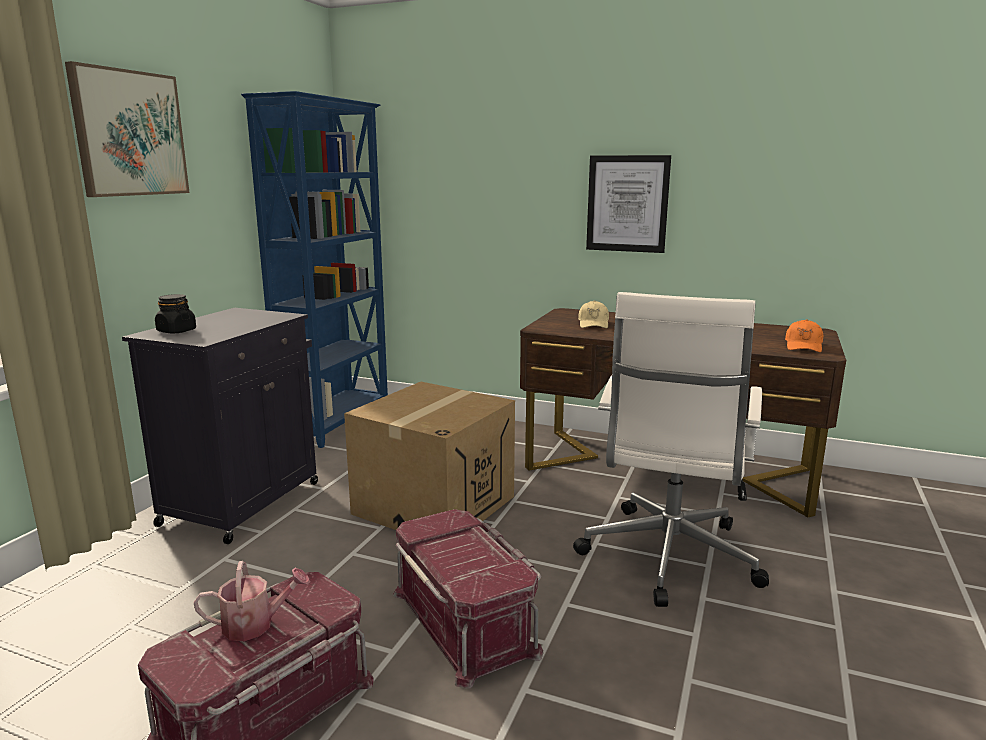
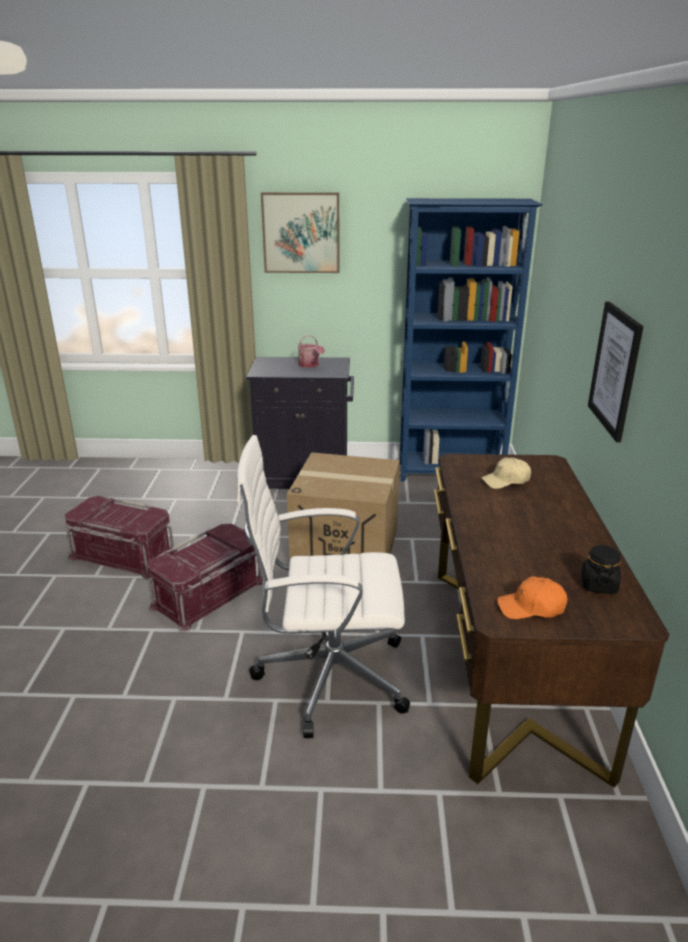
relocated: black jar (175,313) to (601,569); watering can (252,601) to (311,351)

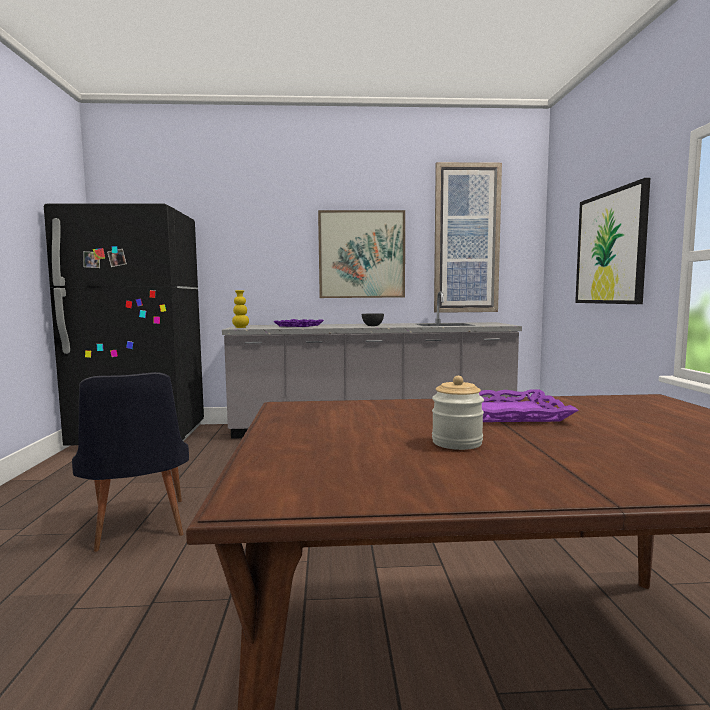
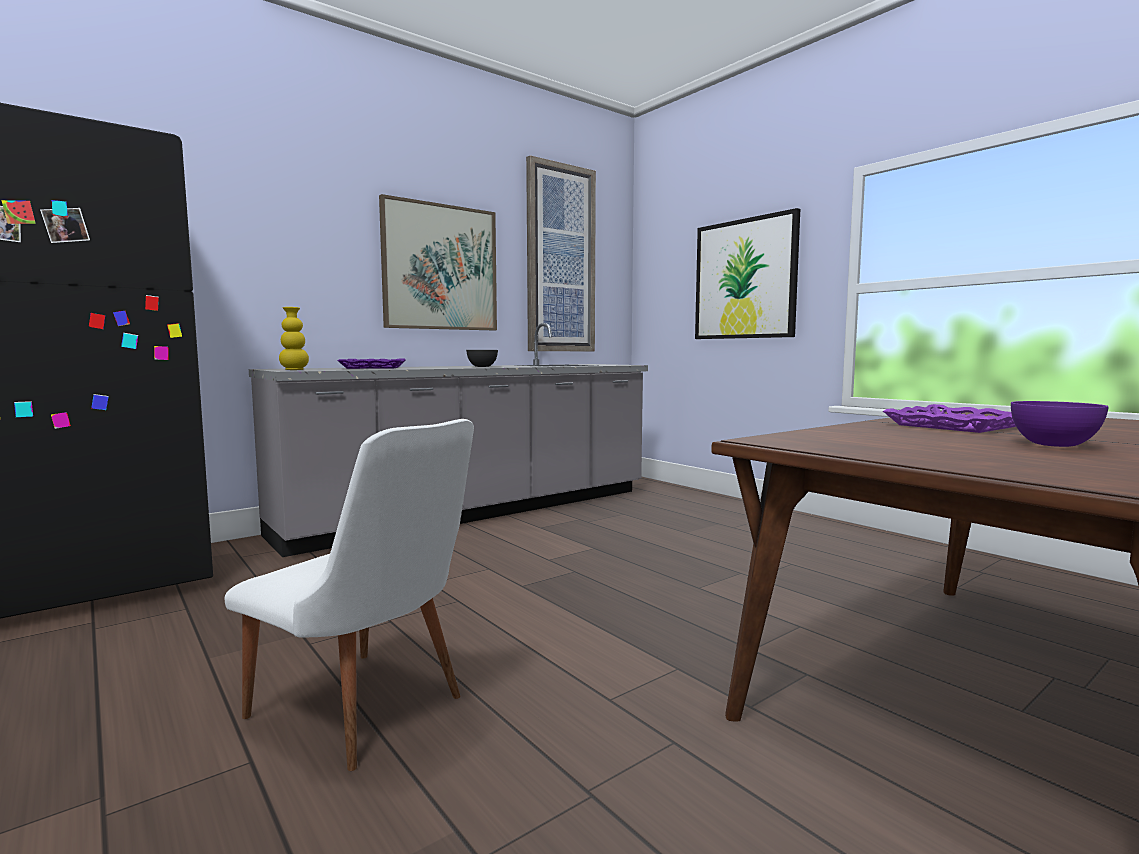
exchanged: jar (458,413) to purple bowl (1060,424)
colour: black chair (130,462) to white chair (349,595)

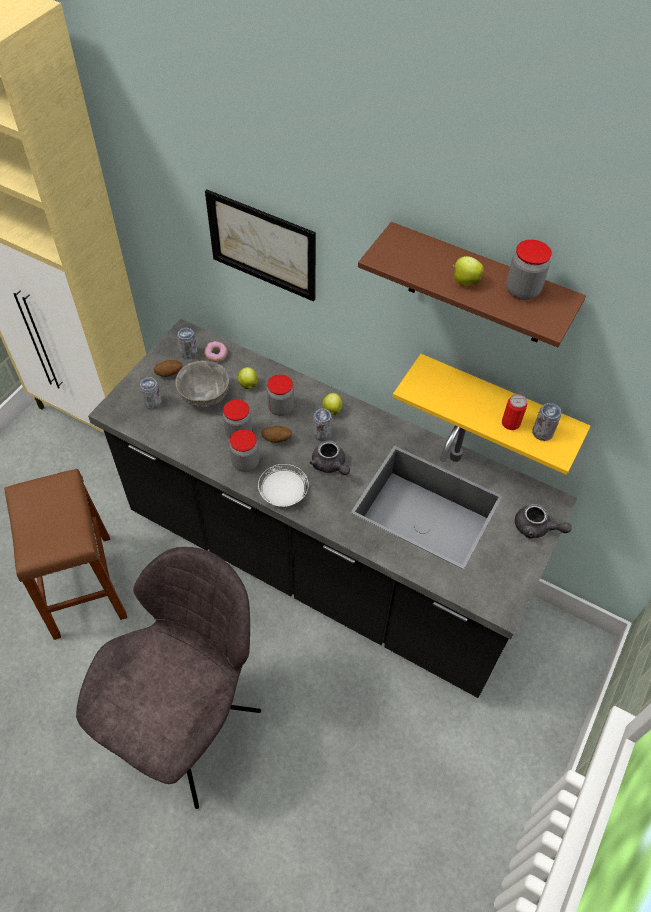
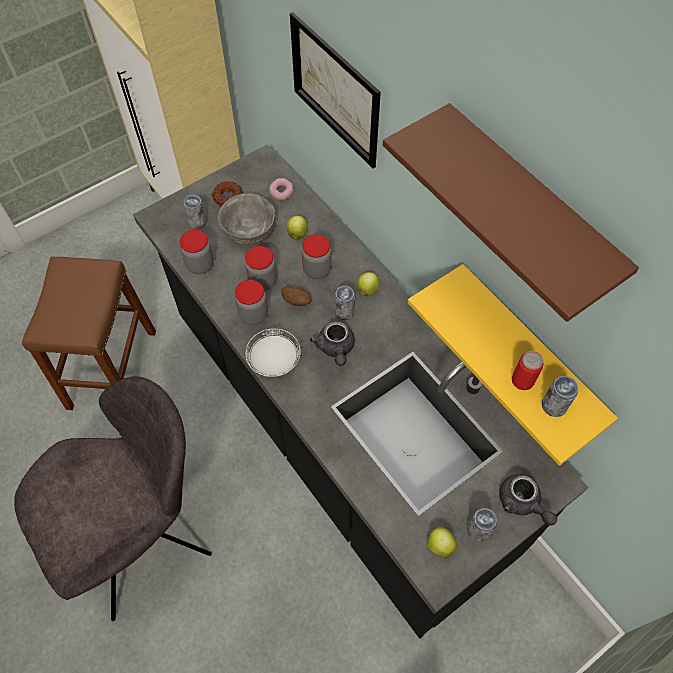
relocated: can (187,343) to (482,525); apple (468,271) to (442,542); jar (529,270) to (197,252)
exchanged: potato (168,368) to donut (227,193)

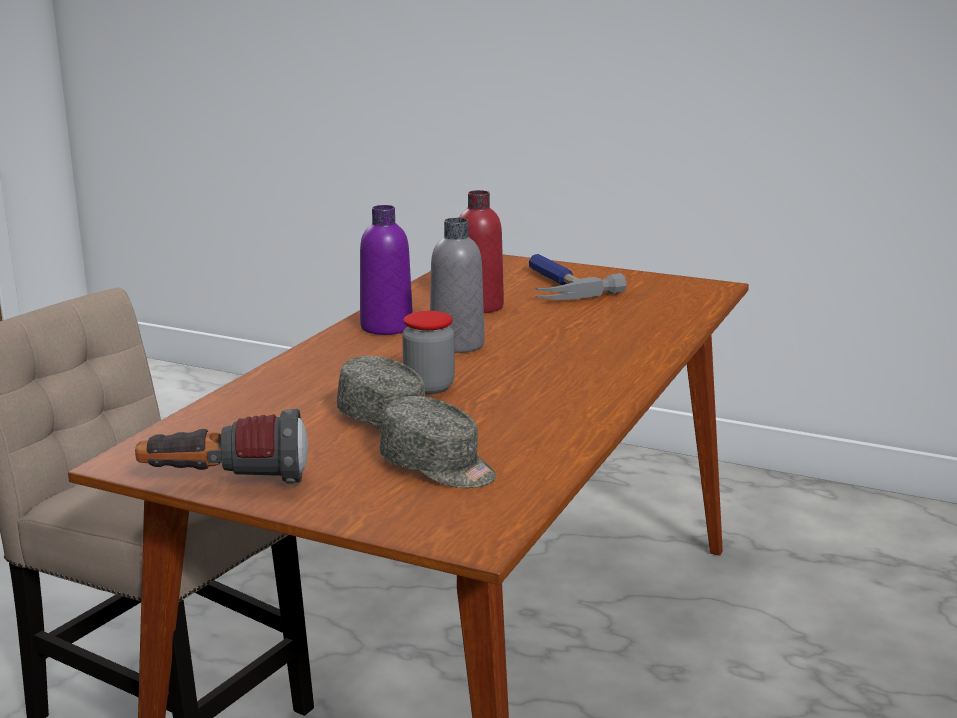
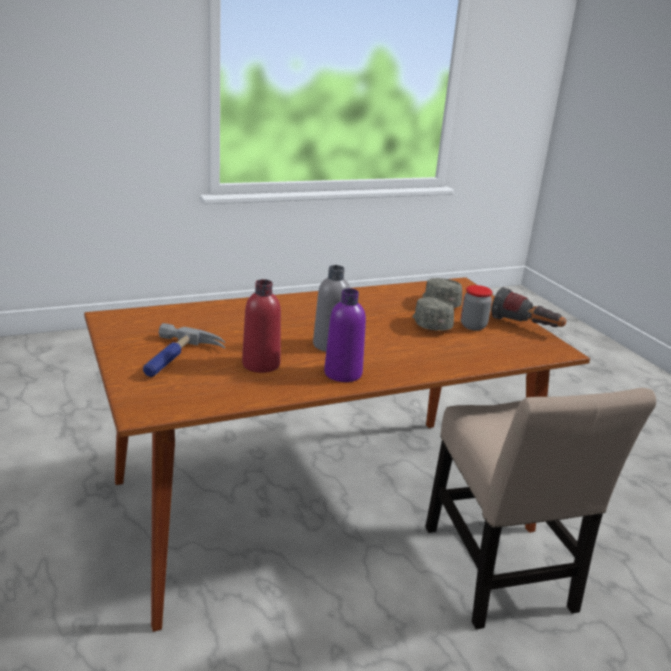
relocated: jar (428,352) to (477,308)

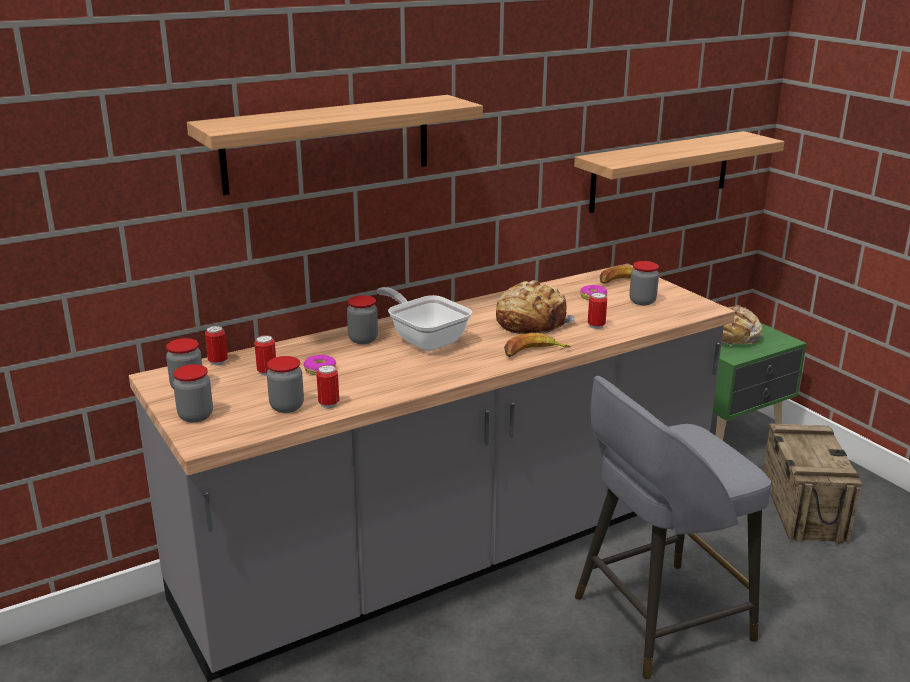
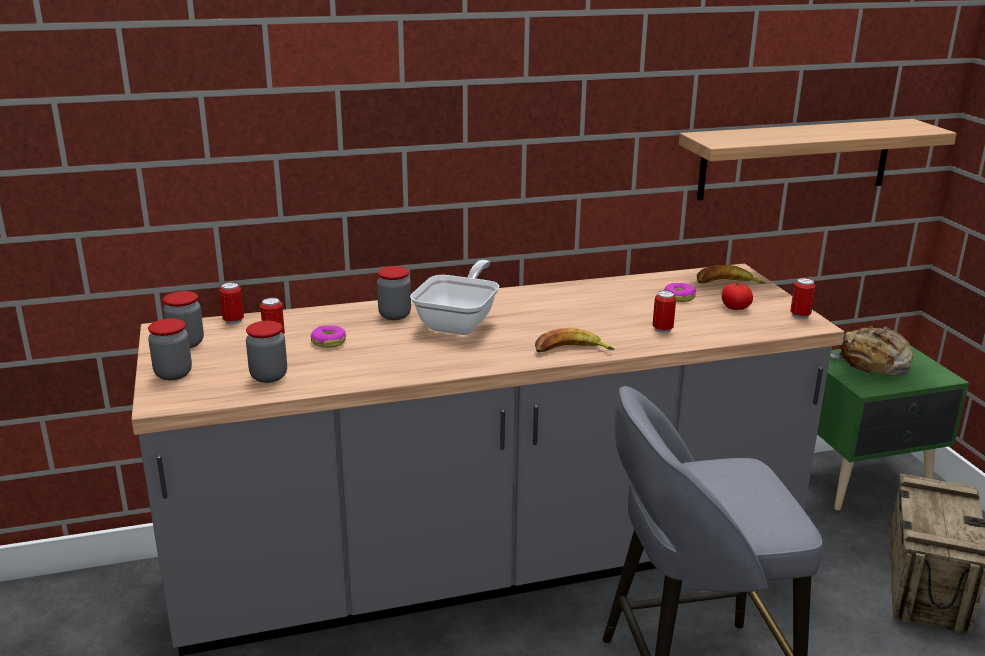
missing: shelf (335,145); bread (537,307)
relocated: can (327,386) to (802,298)
exchanged: jar (644,283) to tomato (737,296)
spun: frying pan (424,319) = (454,297) 45 degrees clockwise

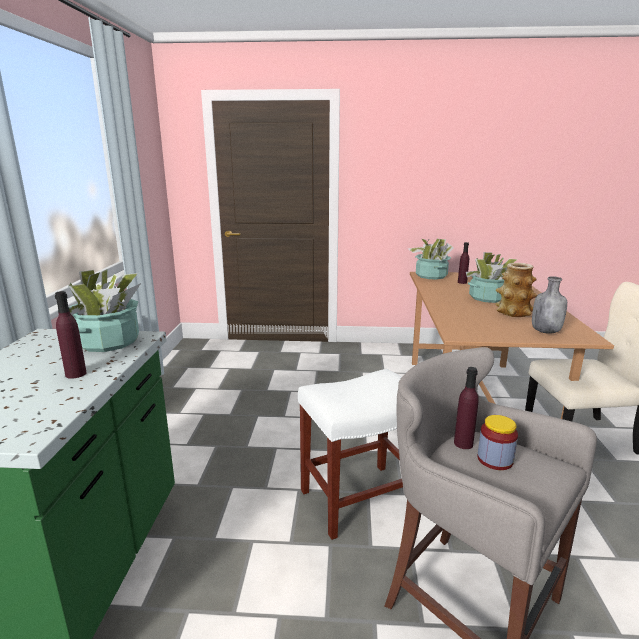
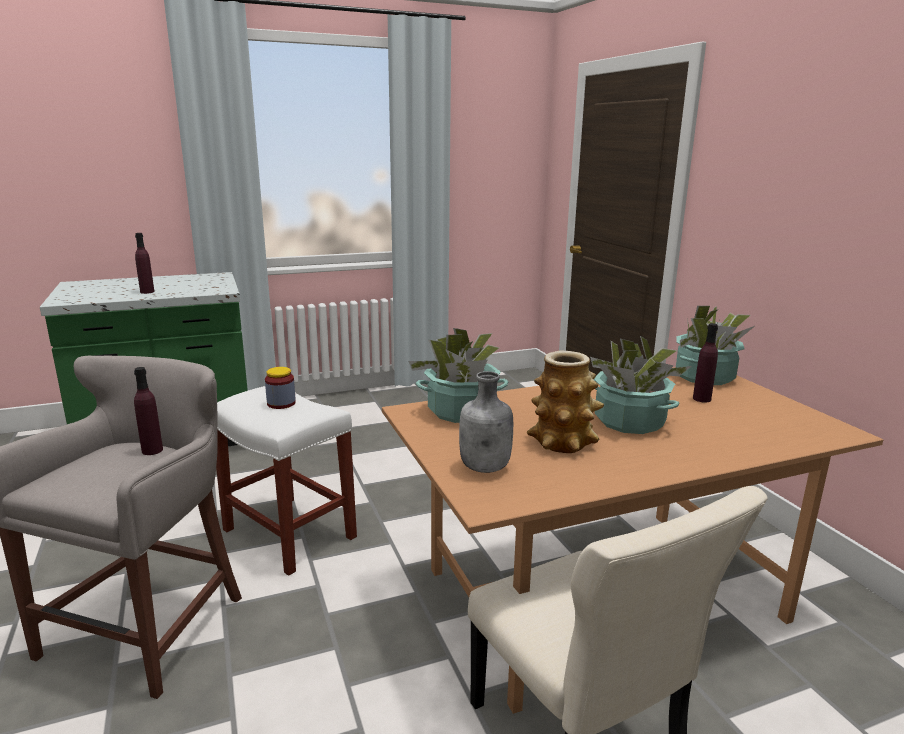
relocated: potted plant (104,310) to (458,375); jar (497,442) to (280,388)

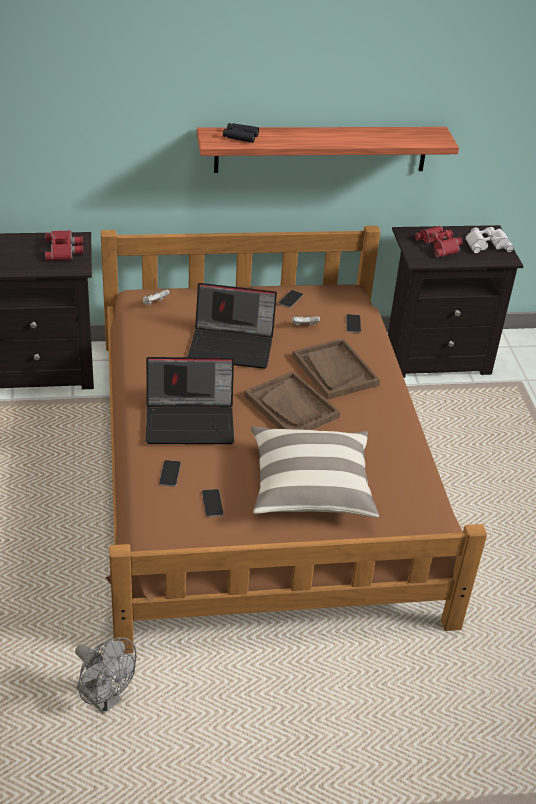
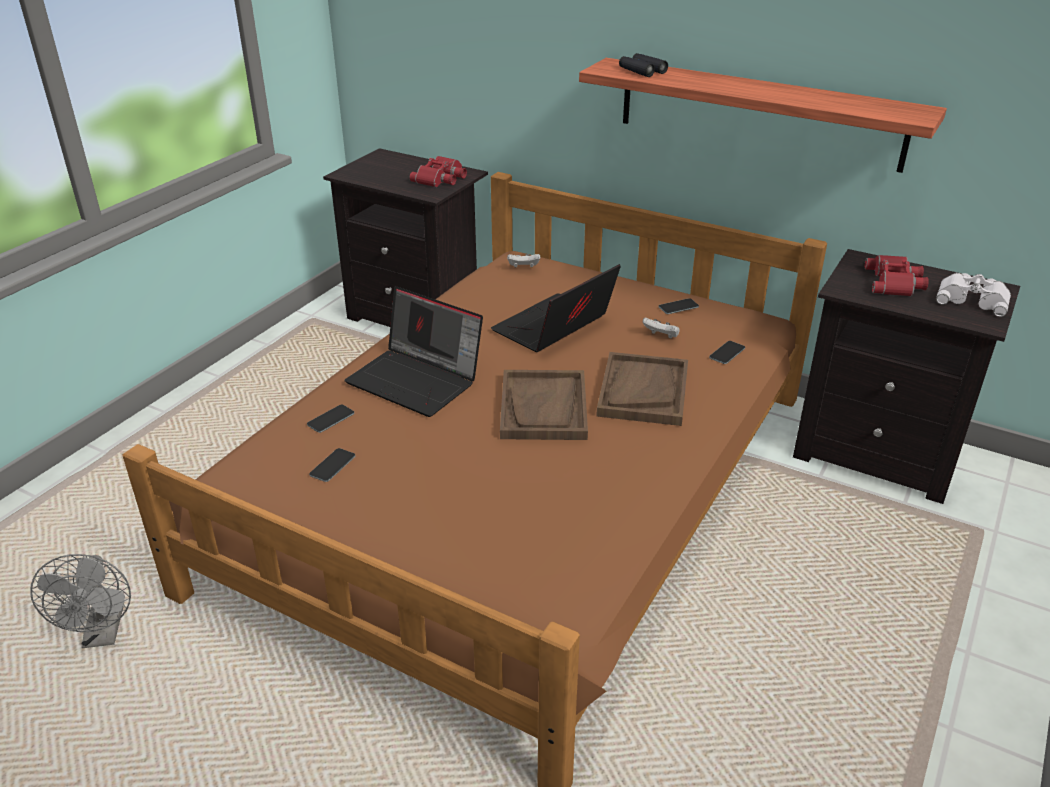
missing: pillow (315,472)
spun: laptop (232,326) = (556,308) 90 degrees clockwise

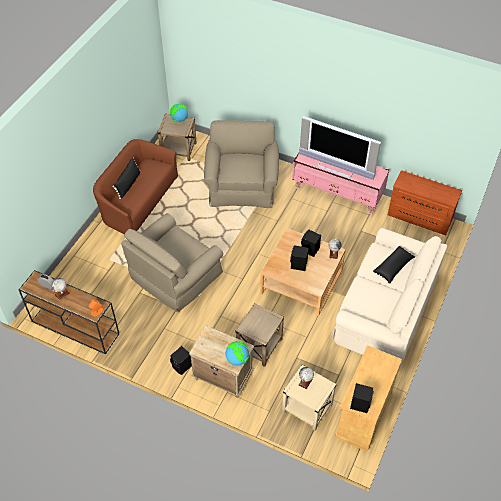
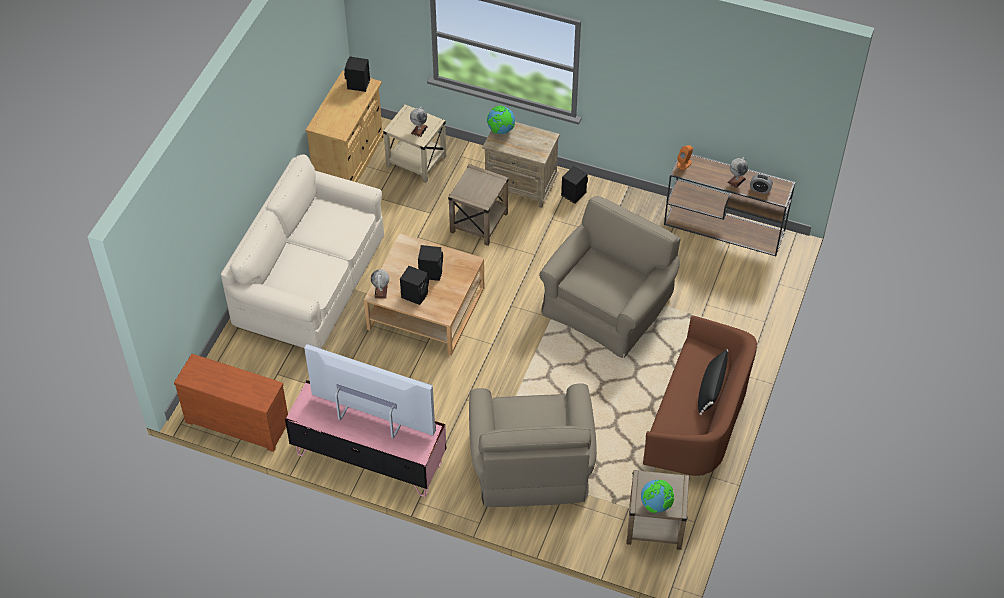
missing: black pillow (394,264)

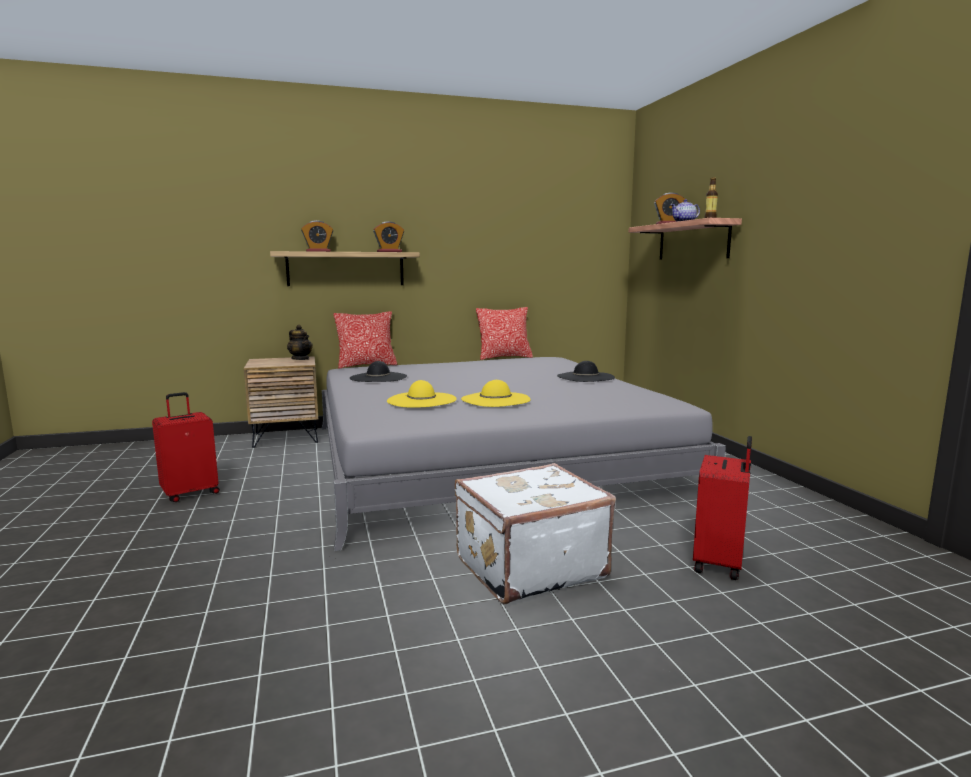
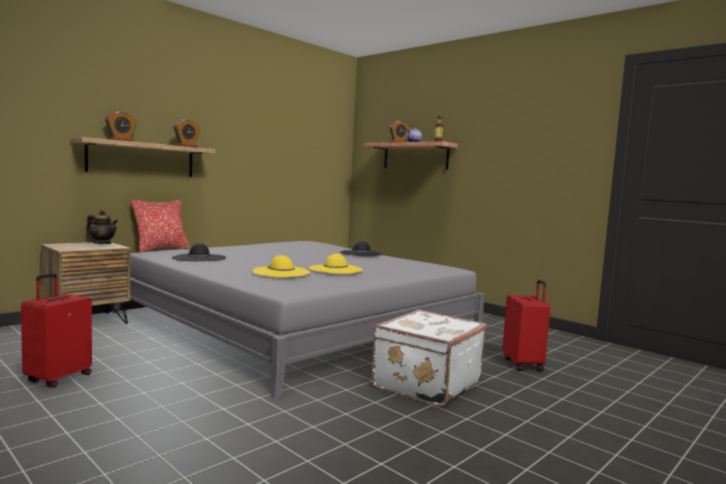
missing: pillow (504,333)

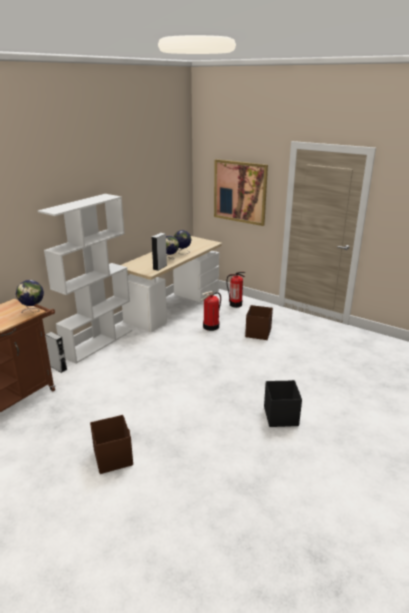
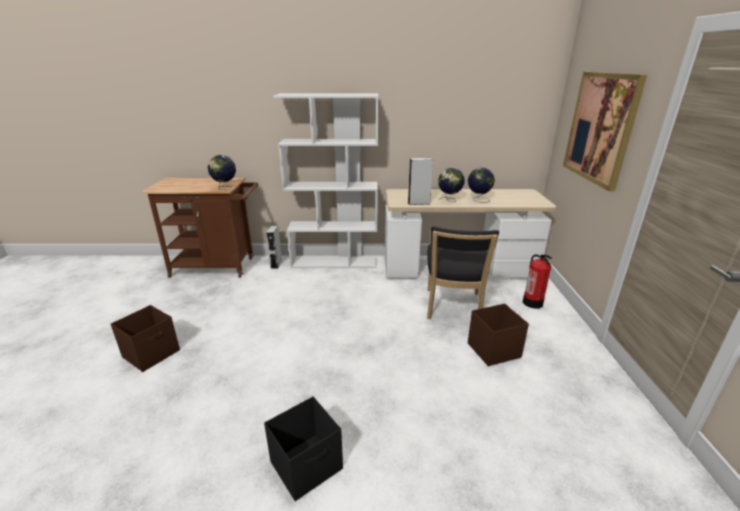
exchanged: fire extinguisher (211,311) to black chair (463,273)

